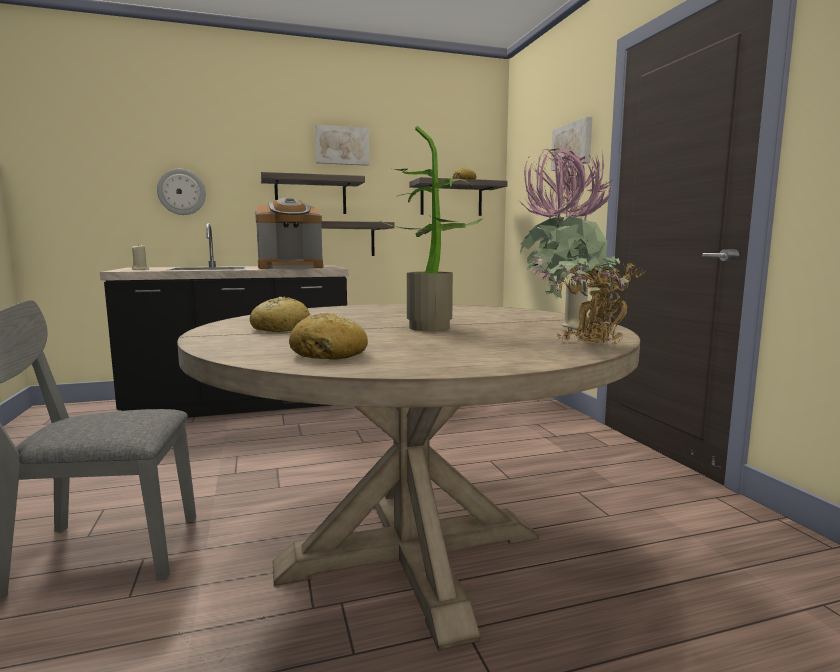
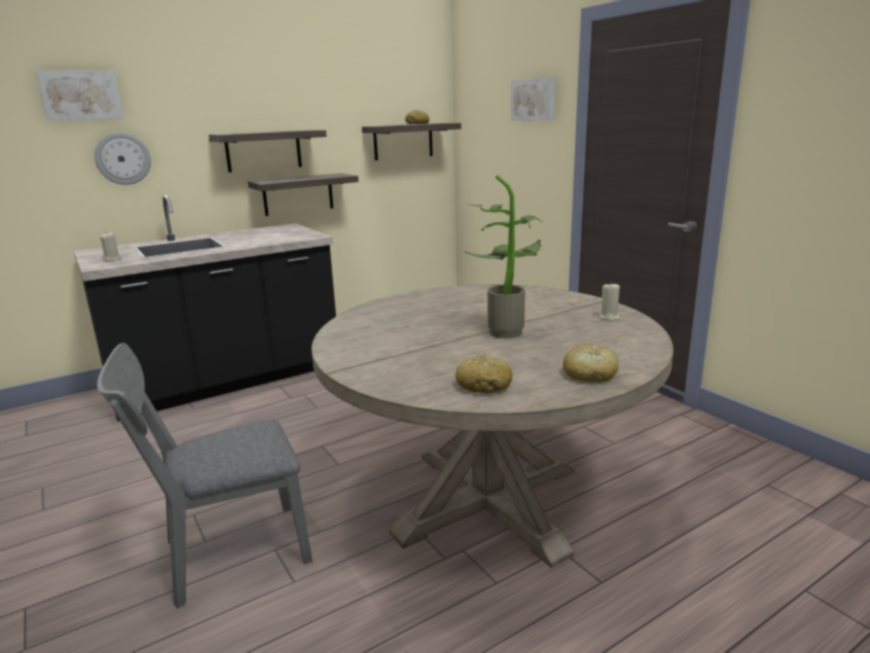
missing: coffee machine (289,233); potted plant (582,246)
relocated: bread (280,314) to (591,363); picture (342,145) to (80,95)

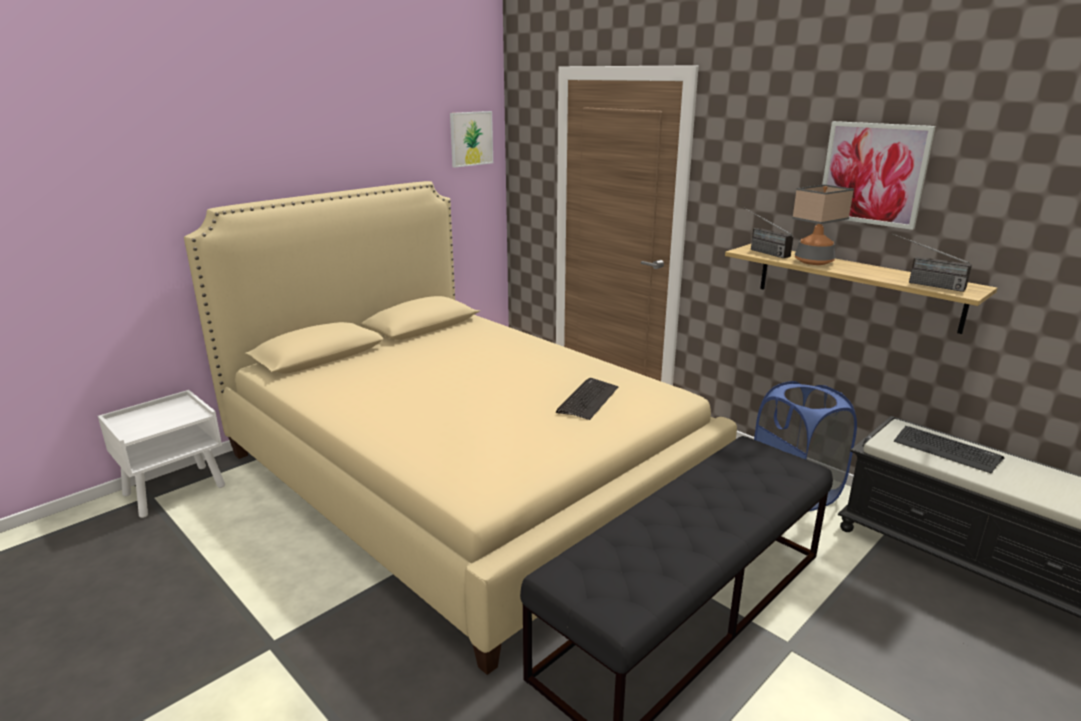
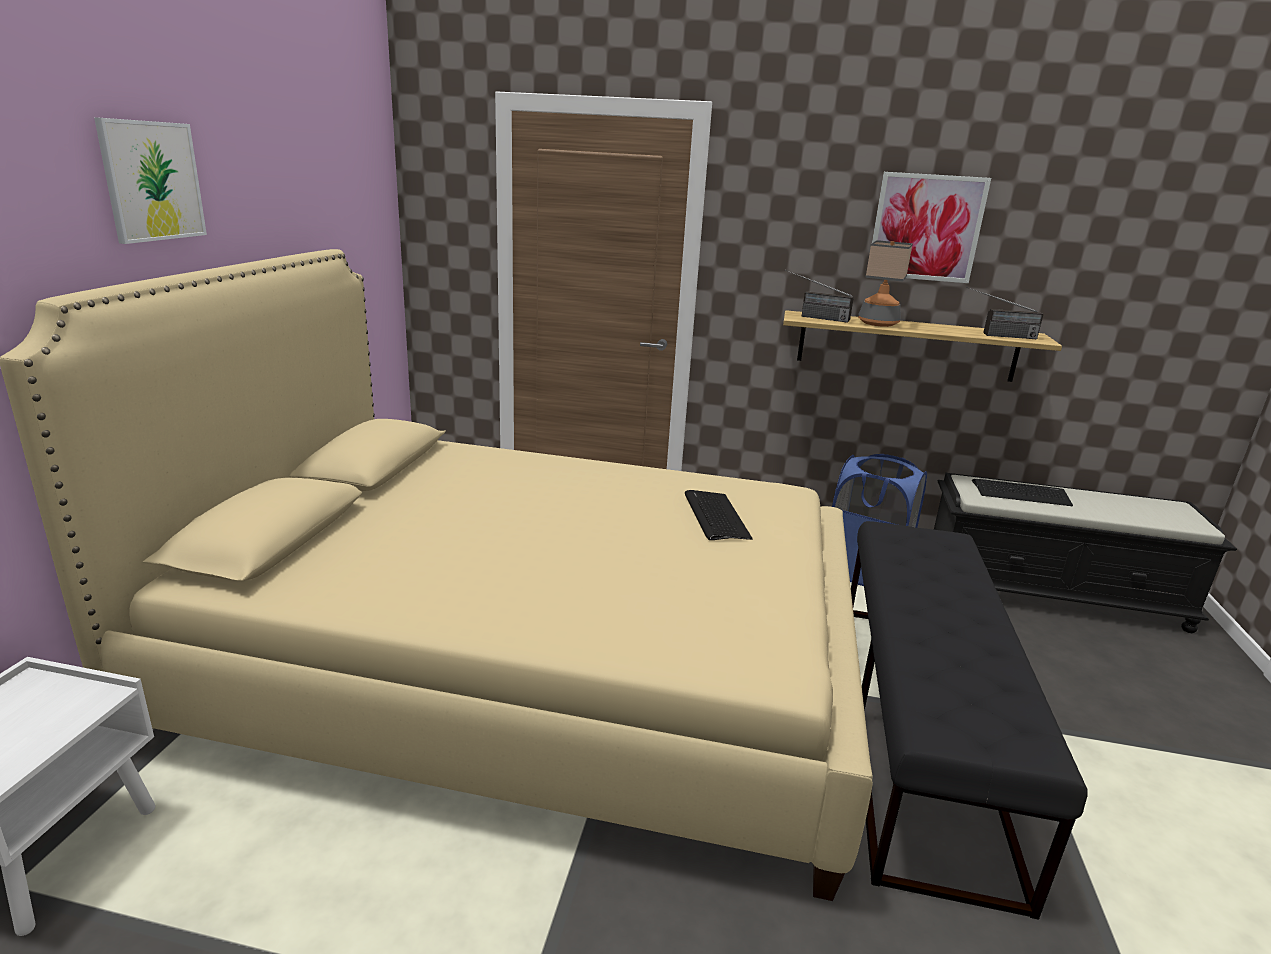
relocated: picture (471,139) to (150,180)

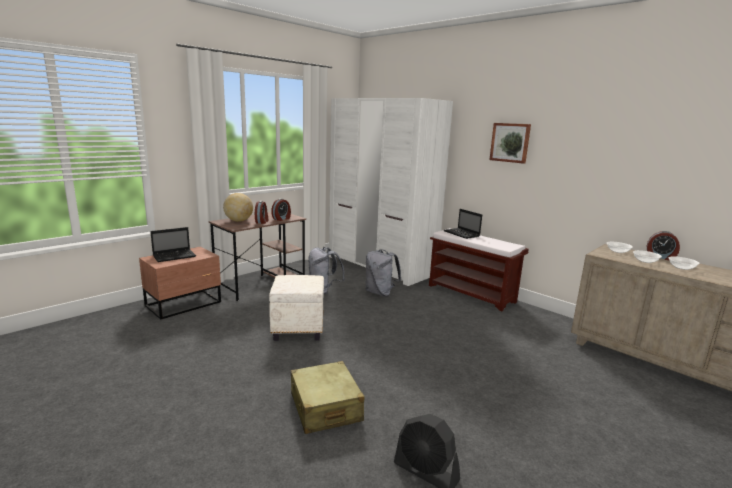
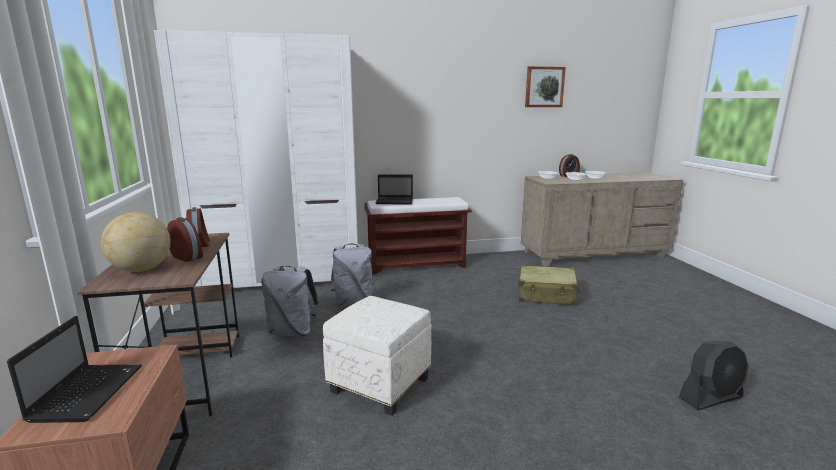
relocated: beige suitcase (327,397) to (549,285); picture (510,143) to (545,86)

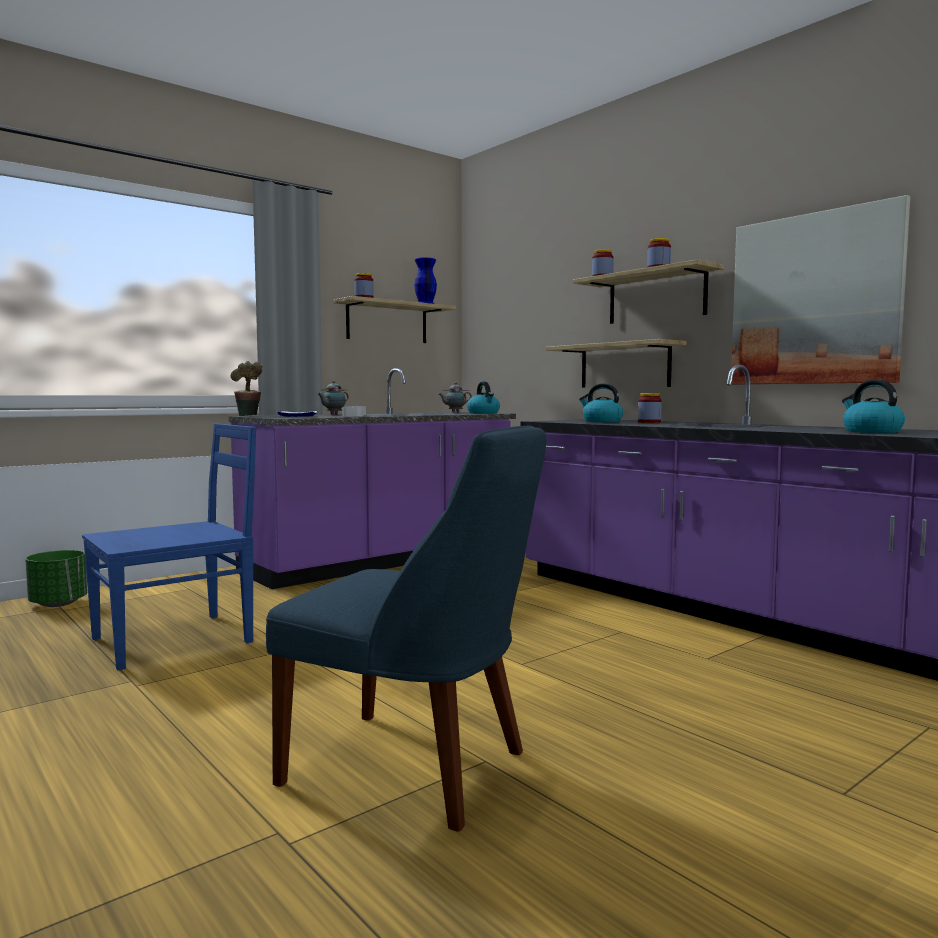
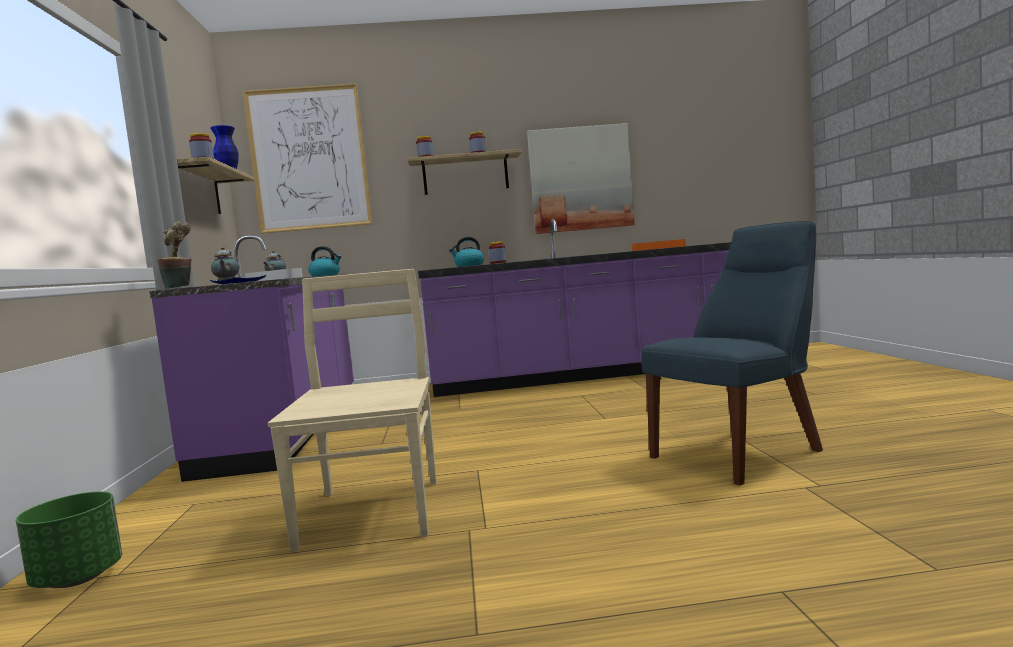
missing: shelf (616,363)
appeared: picture (308,158)
exchanged: kettle (873,406) to orange tray (659,245)
colour: blue chair (169,546) to beige chair (352,410)

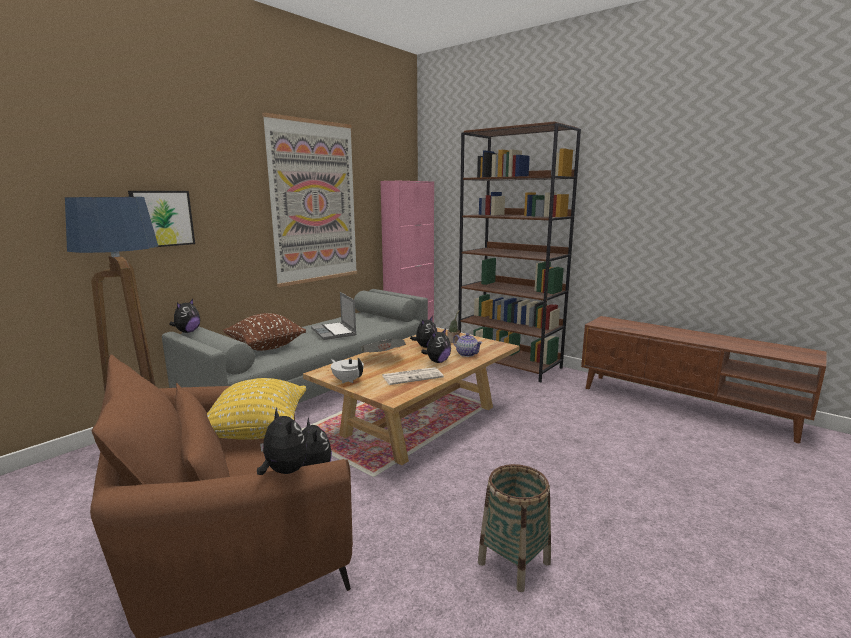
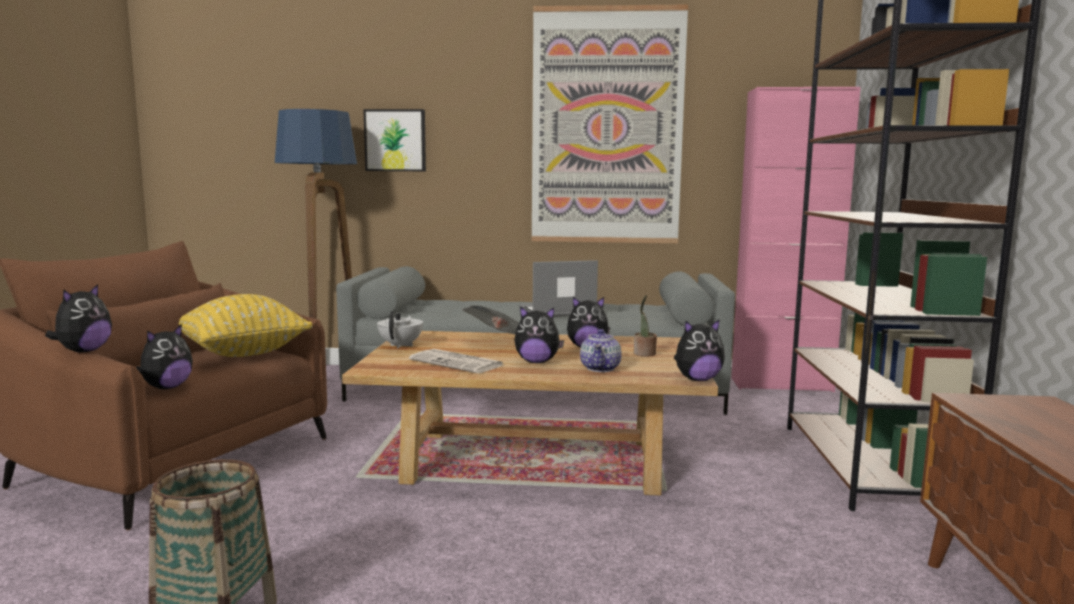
missing: brown pillow (264,332)
relocated: plush toy (184,316) to (699,350)
spun: laptop (333,316) = (558,288) 45 degrees clockwise

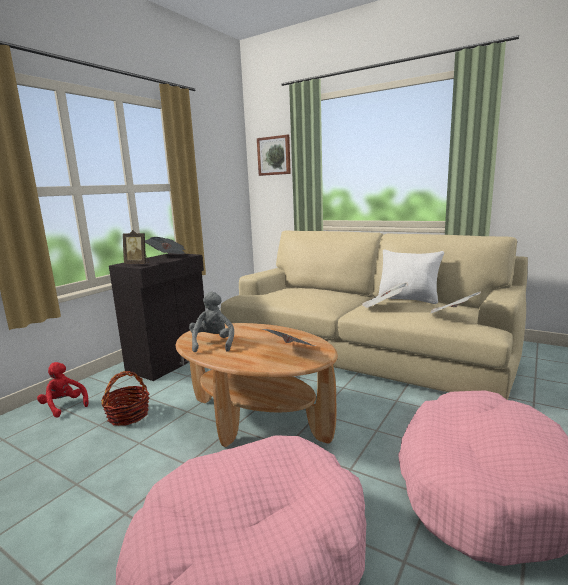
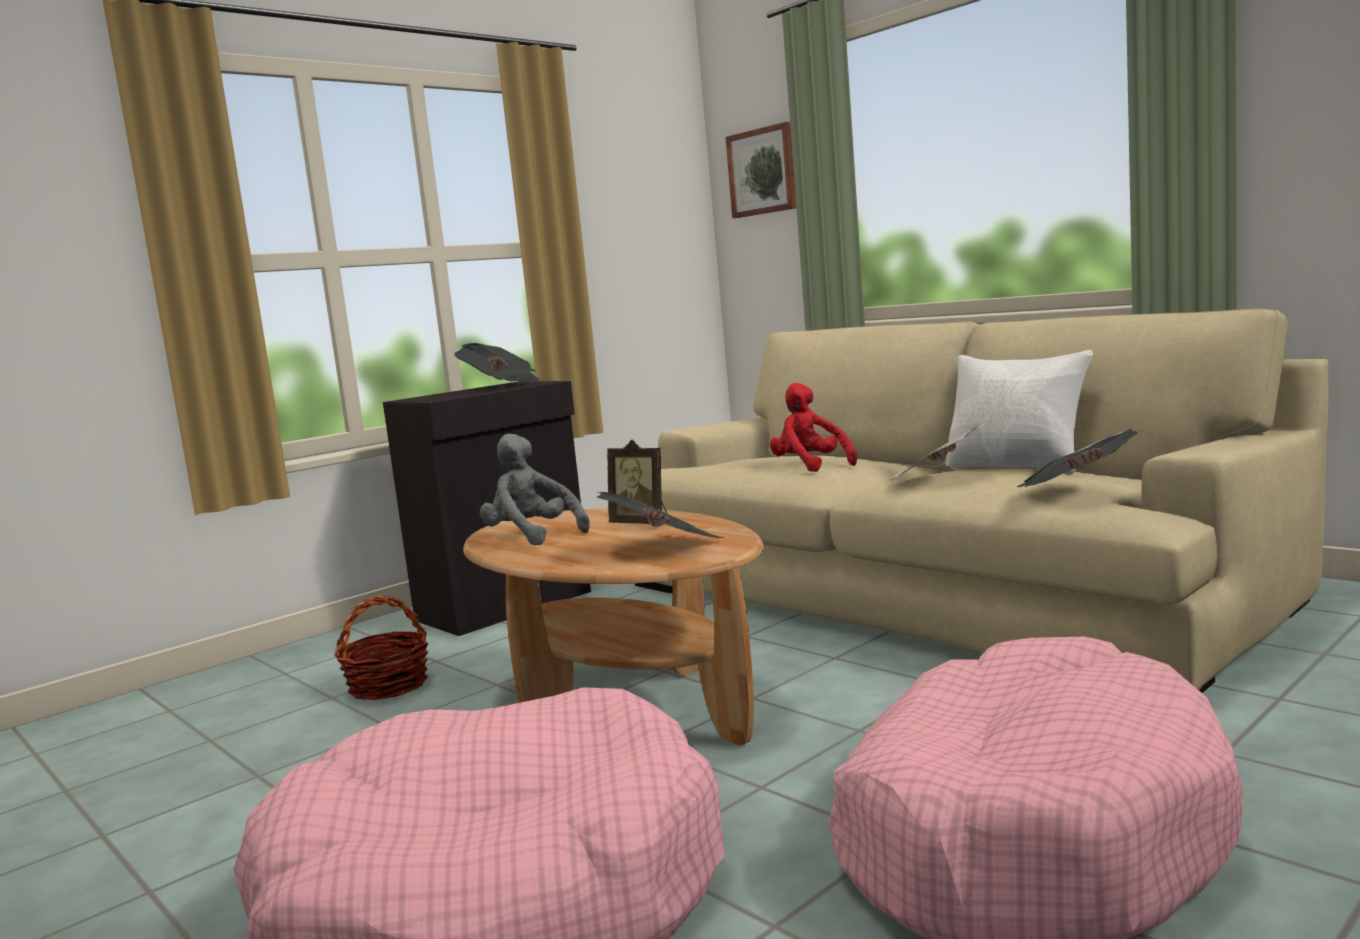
relocated: red plush toy (63,389) to (814,427); picture frame (136,247) to (637,482)
spun: grey plush toy (211,321) = (535,489) 60 degrees counterclockwise

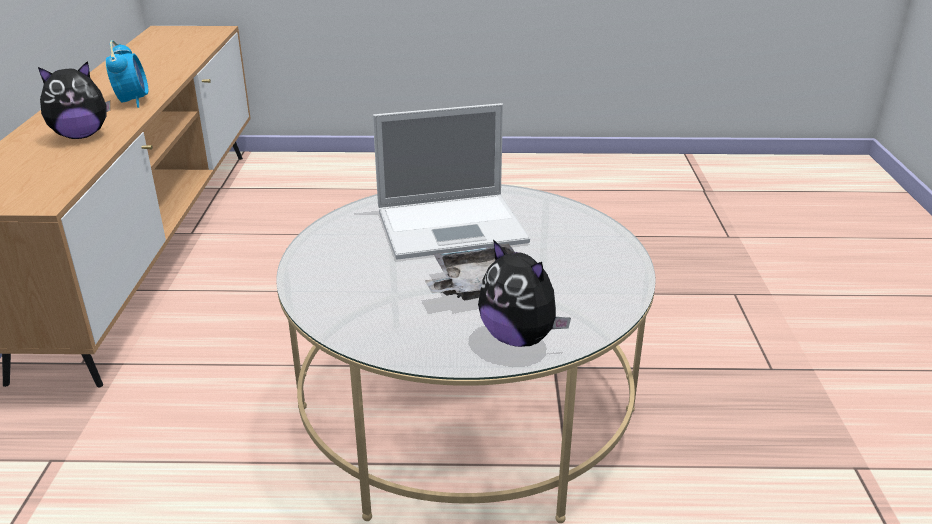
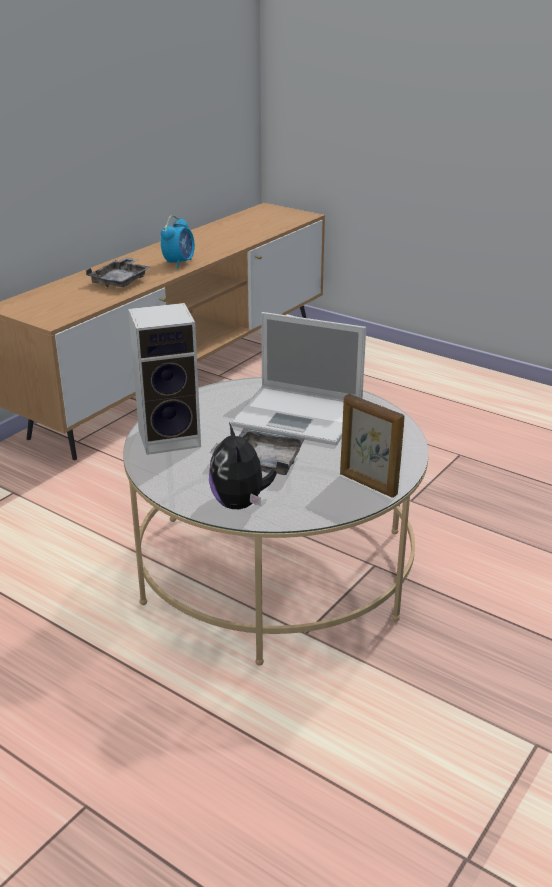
appeared: speaker (164,379); picture frame (372,446)
exchanged: plush toy (74,100) to grey tray (118,272)

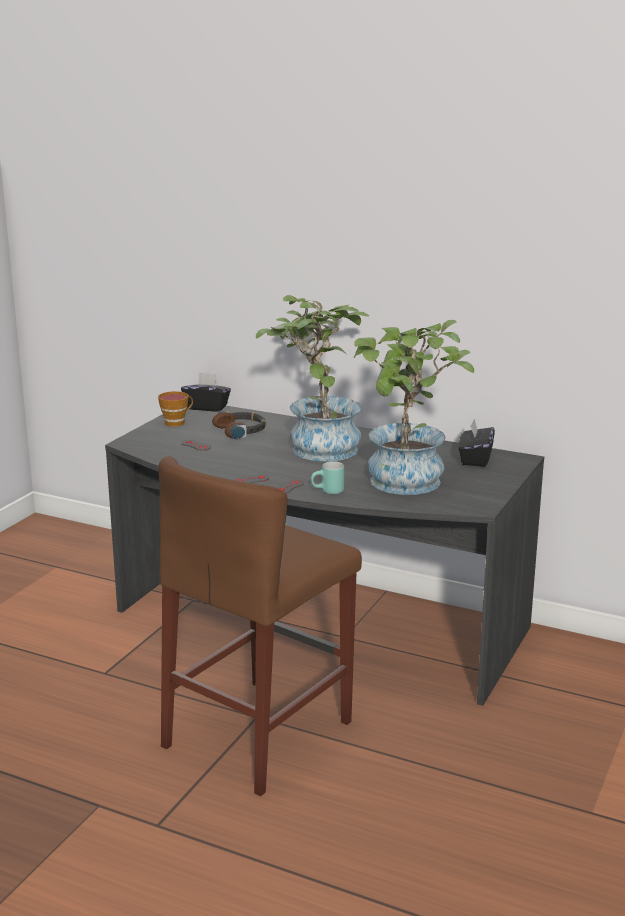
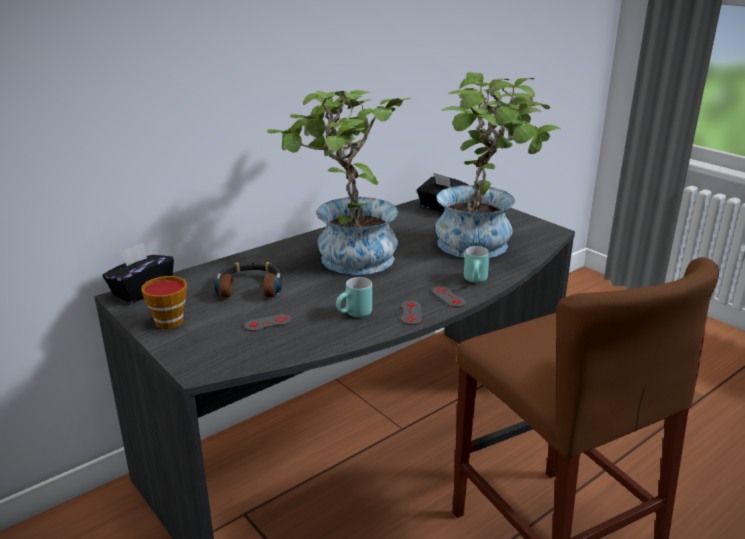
appeared: turquoise mug (354,297)

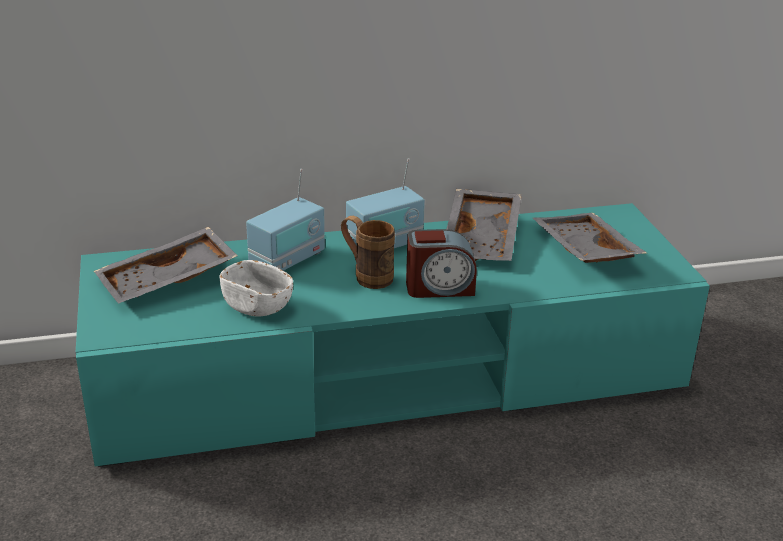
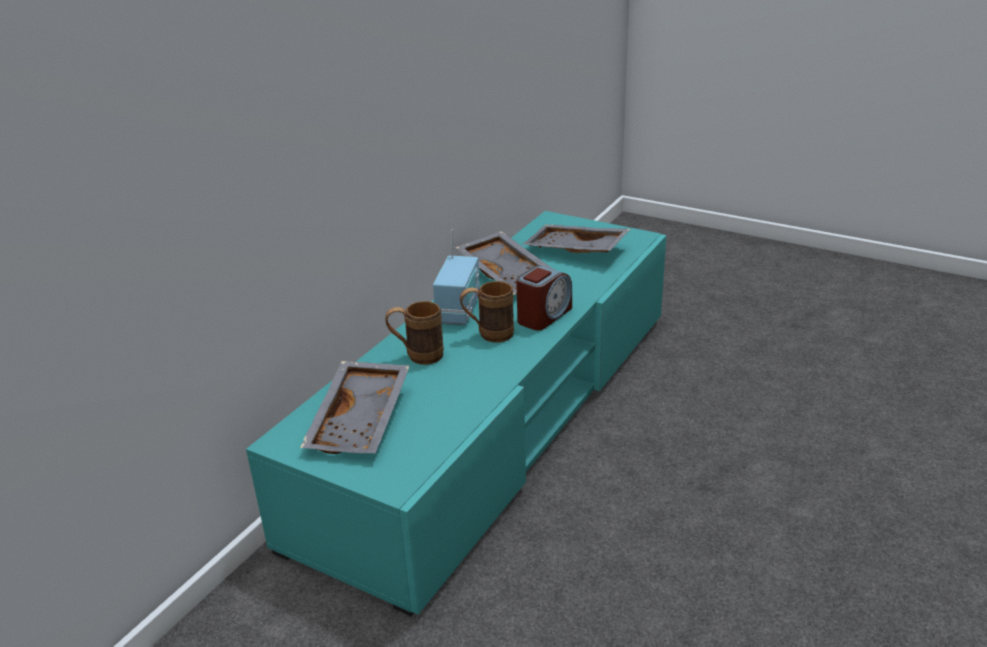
missing: white bowl (256,288)
exchanged: radio (285,220) to brown mug (414,333)

